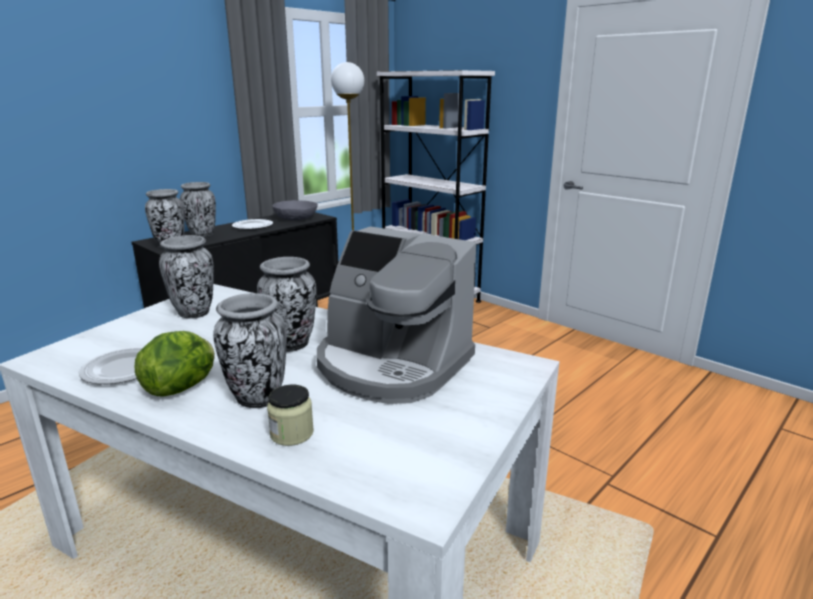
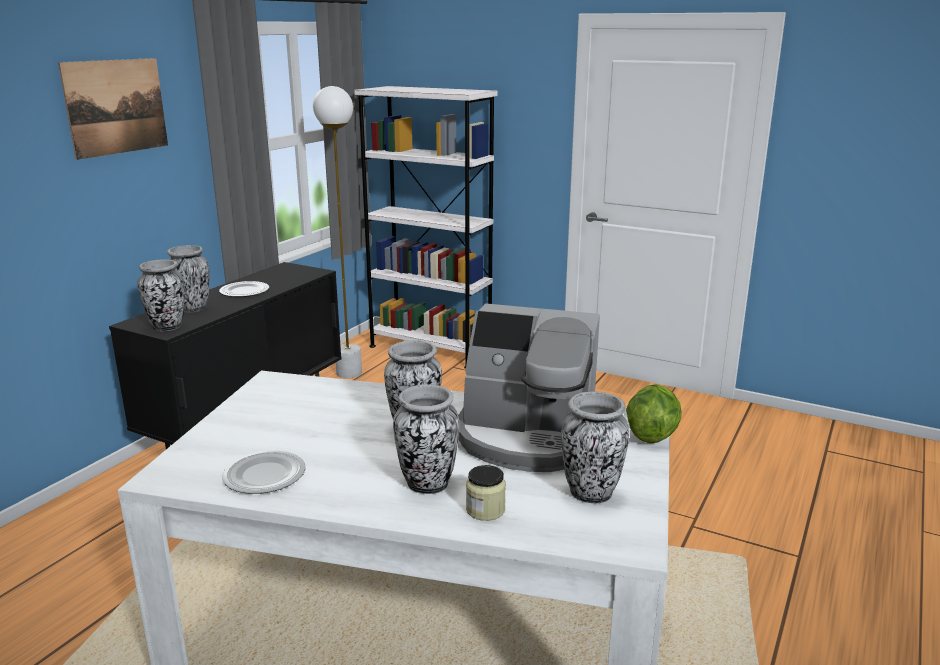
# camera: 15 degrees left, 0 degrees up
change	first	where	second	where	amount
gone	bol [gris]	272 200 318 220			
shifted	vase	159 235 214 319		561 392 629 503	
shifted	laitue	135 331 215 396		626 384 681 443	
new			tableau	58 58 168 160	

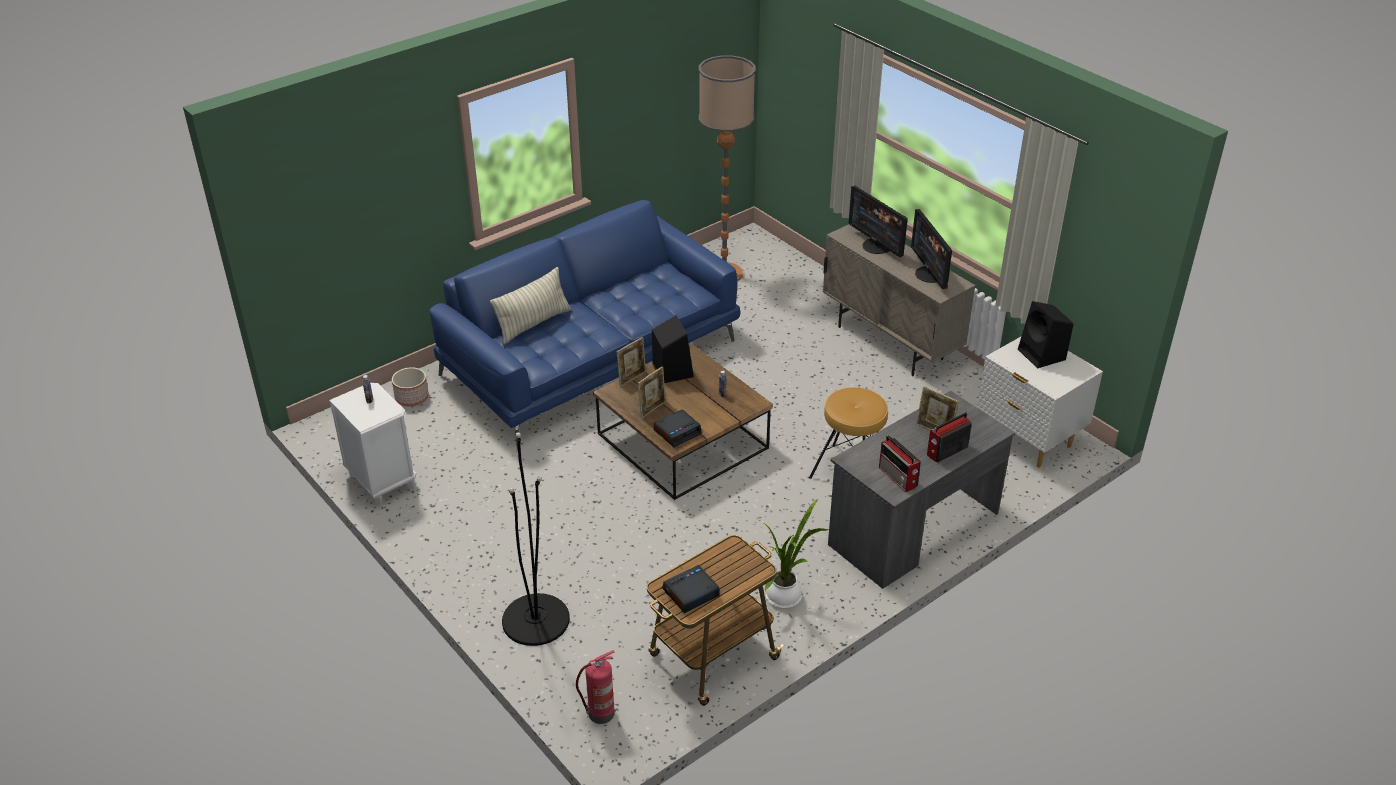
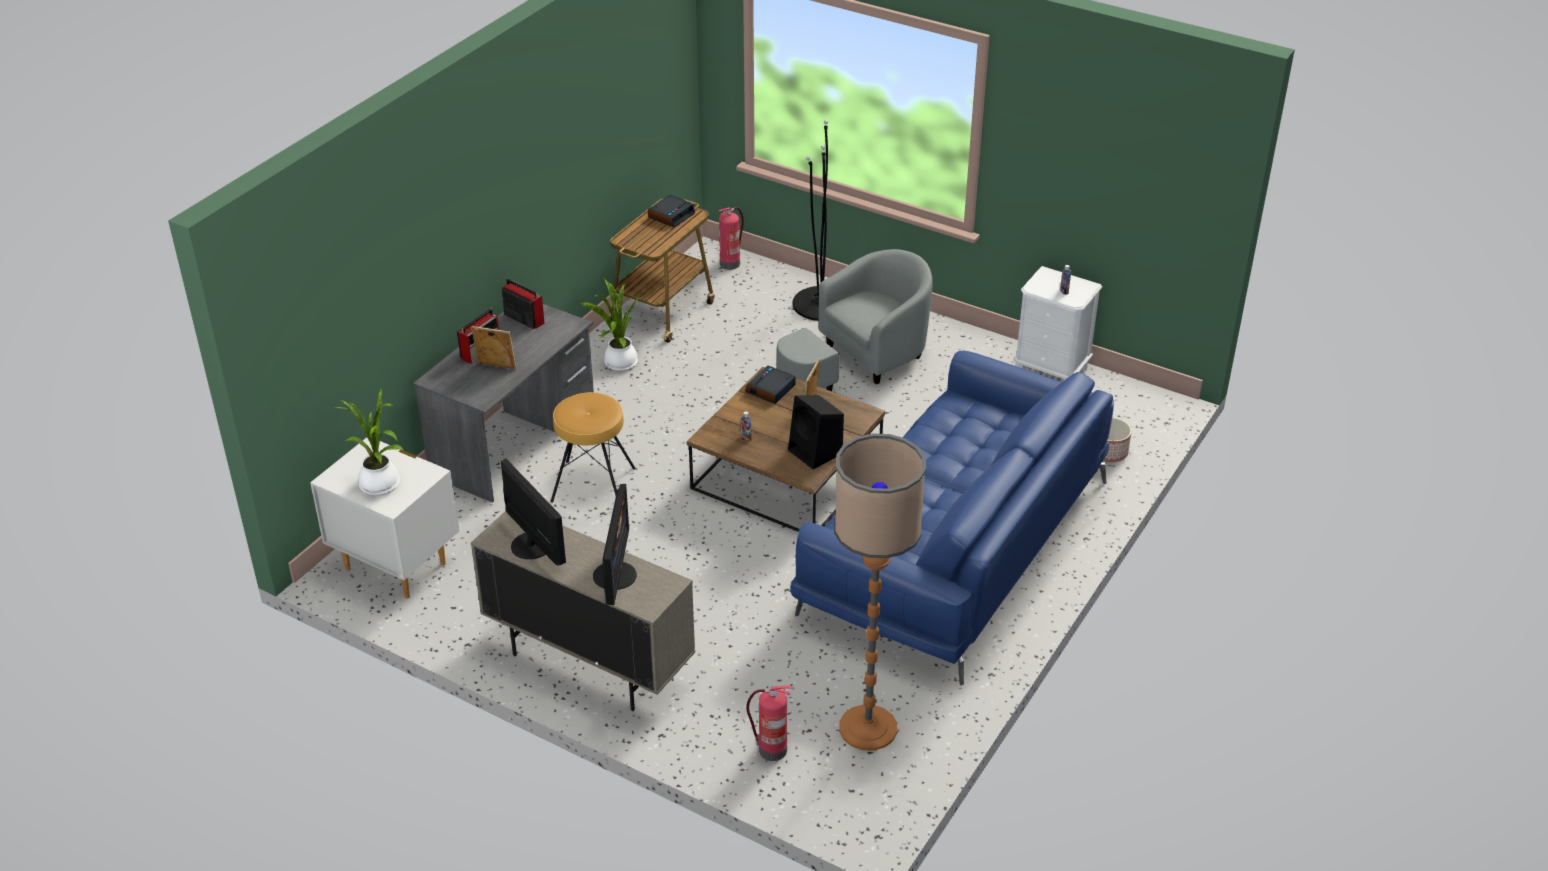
# camera: 160 degrees right, 0 degrees up
change	first	where	second	where	amount
rotated	écran d'ordinateur	849 186 908 257		593 484 637 605	60 degrees clockwise
gone	coussin	490 267 571 344			
swapped	enceinte [noir]	1018 301 1074 368	plante en pot	336 389 403 496	
gone	cadre photo	617 337 646 387			
new			fauteuil [gris]	777 249 933 391	
new			extincteur	746 686 792 761	

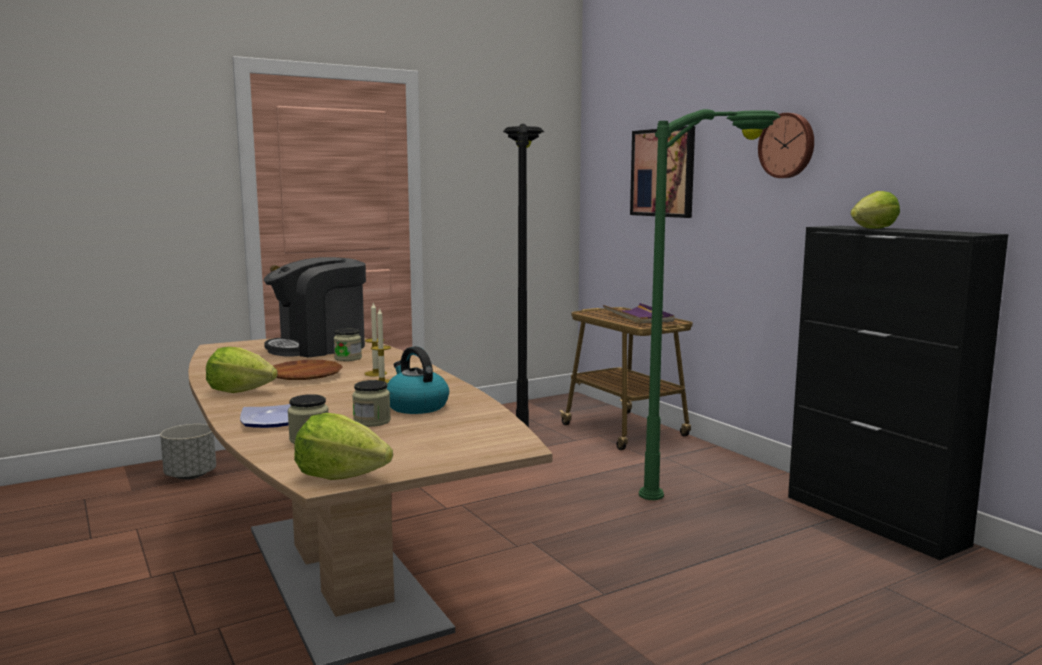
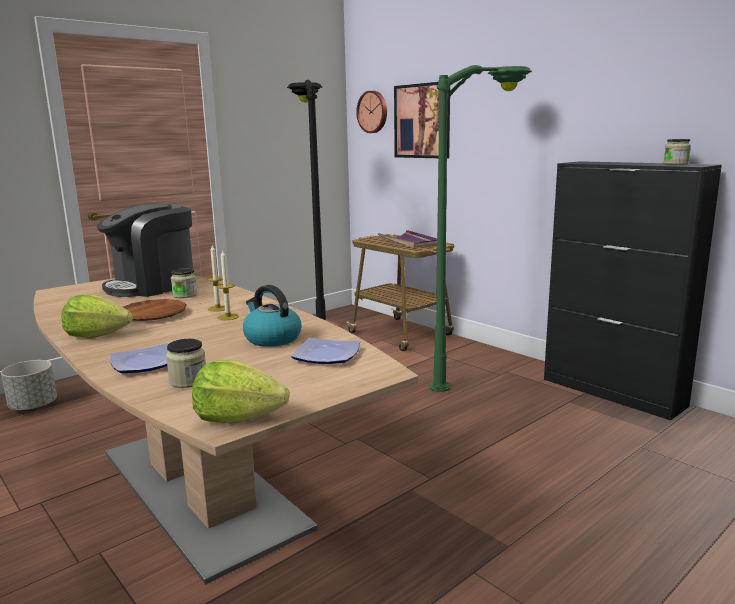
# camera: 10 degrees left, 5 degrees up
change	first	where	second	where	amount
shifted	horloge murale	758 113 814 178		356 91 387 133	
gone	laitue	851 191 900 229			
shifted	bocal	352 380 391 427		664 139 691 165	
new			assiette	291 338 360 364	

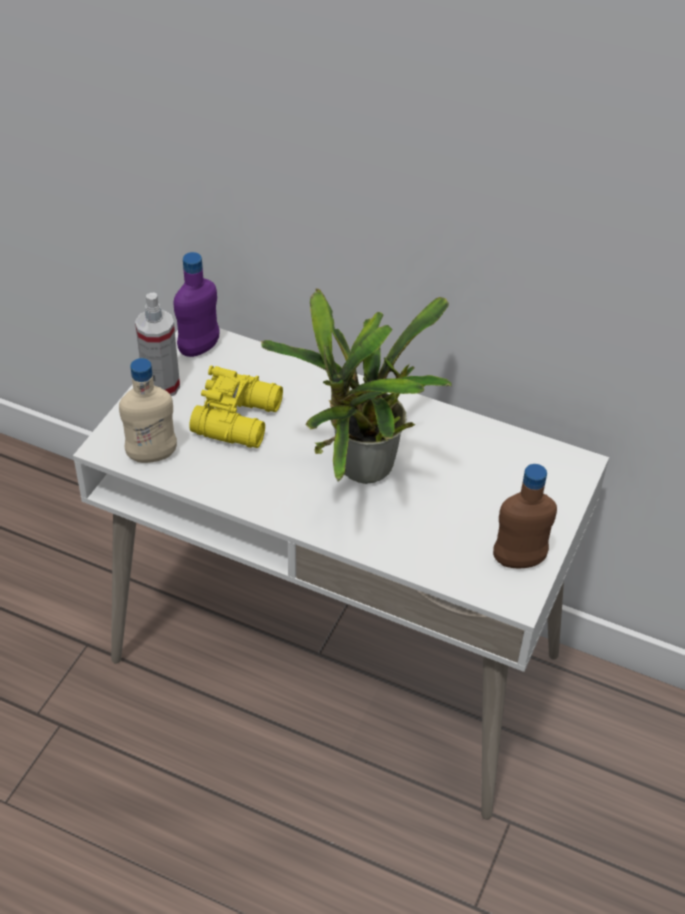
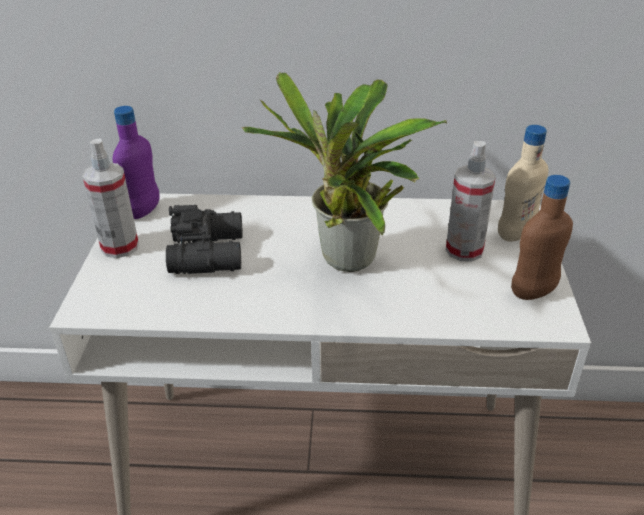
# camera: 20 degrees left, 10 degrees down
change	first	where	second	where	amount
shifted	bouteille [beige]	119 358 177 463		498 125 549 242	
repainted	jumelles [jaune]	189 366 283 448	jumelles [noir]	166 205 242 274	
new			vaporisateur	446 141 496 262	

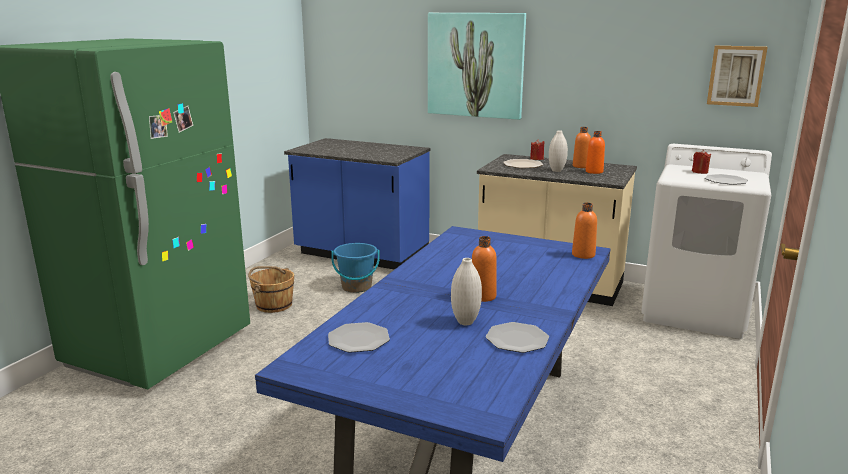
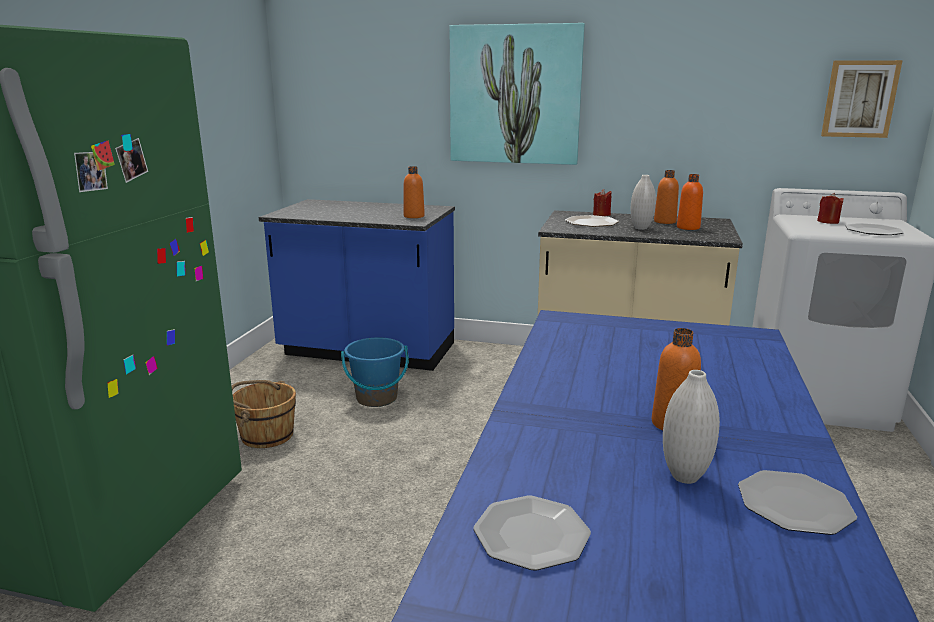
# camera: 10 degrees left, 0 degrees up
change	first	where	second	where	amount
shifted	bouteille [orange]	572 203 597 259		403 166 425 218	

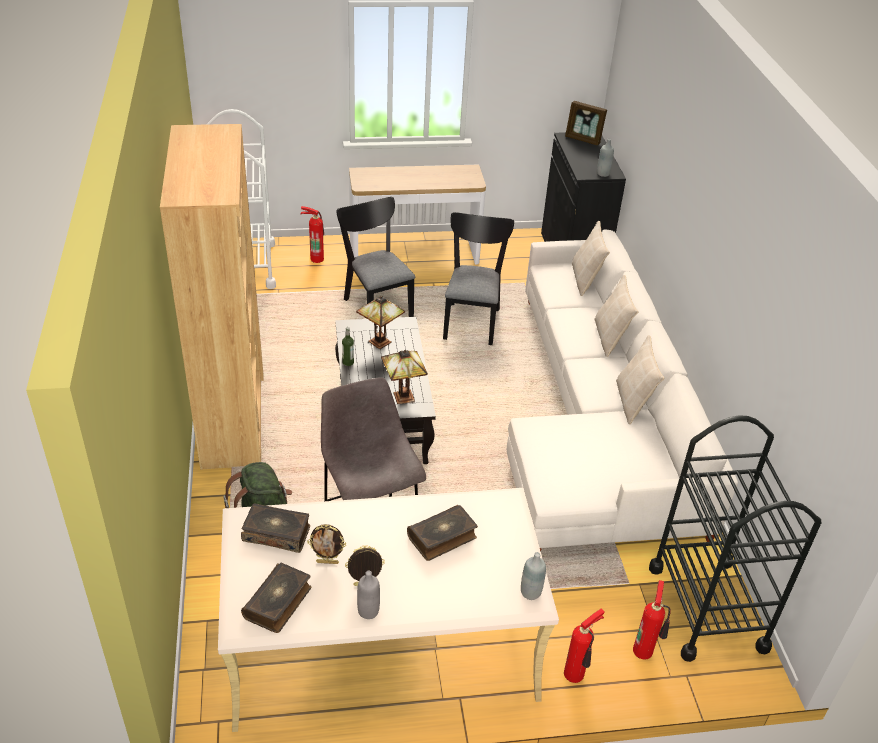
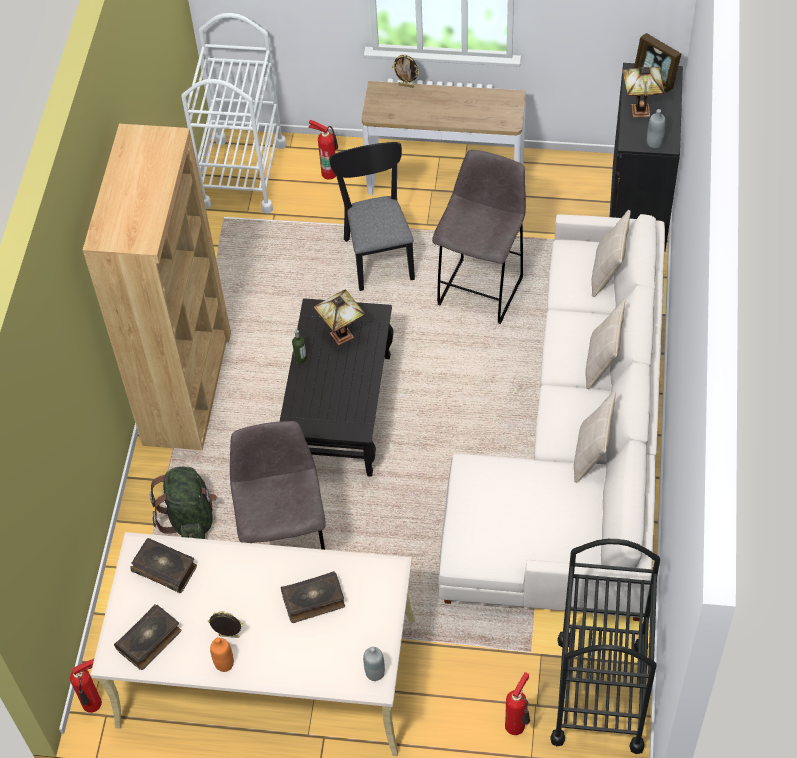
# camera: 20 degrees right, 15 degrees up
change	first	where	second	where	amount
swapped	chaise [noir]	443 212 514 345	tabouret [gris]	432 150 526 324	
shifted	lampe de table	381 350 428 404		622 67 665 117	
shifted	cadre photo	307 524 346 564		392 55 419 88	
repainted	bouteille [gris]	357 571 380 619	bouteille [orange]	210 637 234 672	
shifted	extincteur	564 608 605 683		70 659 102 713	

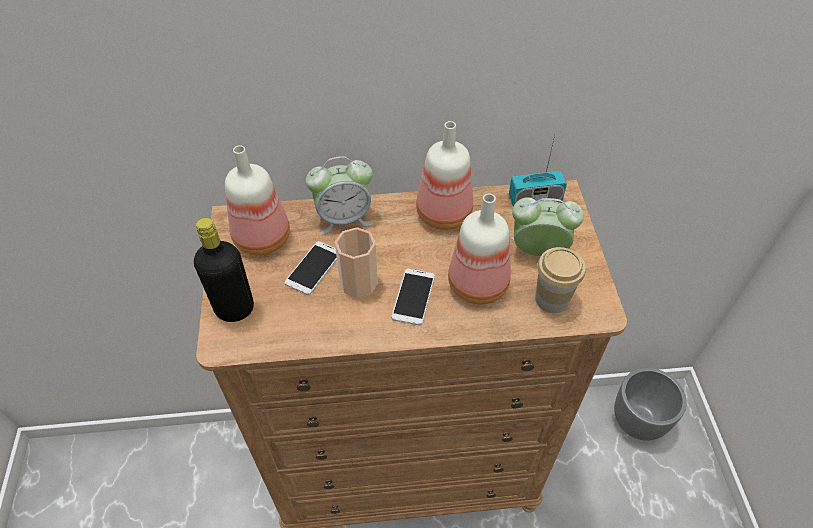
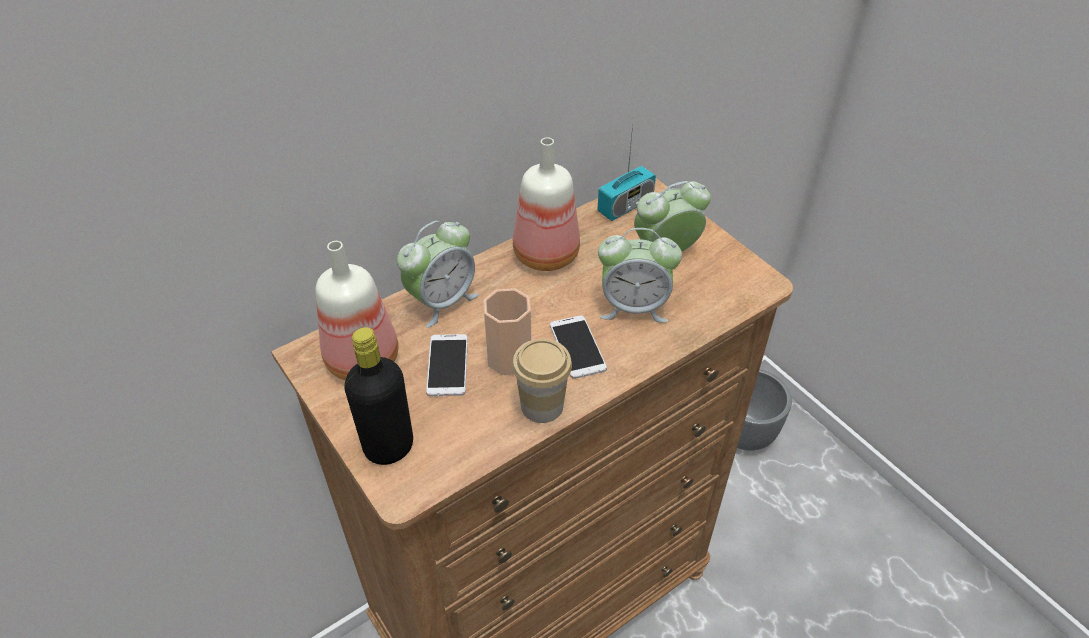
# camera: 30 degrees left, 5 degrees down
change	first	where	second	where	amount
swapped	bouteille	448 194 511 304	réveil	598 228 682 323	
shifted	tasse	535 247 586 313		512 339 572 423	

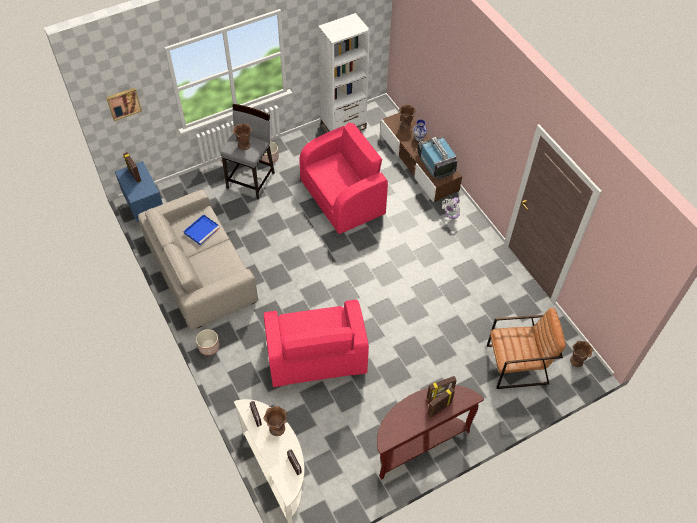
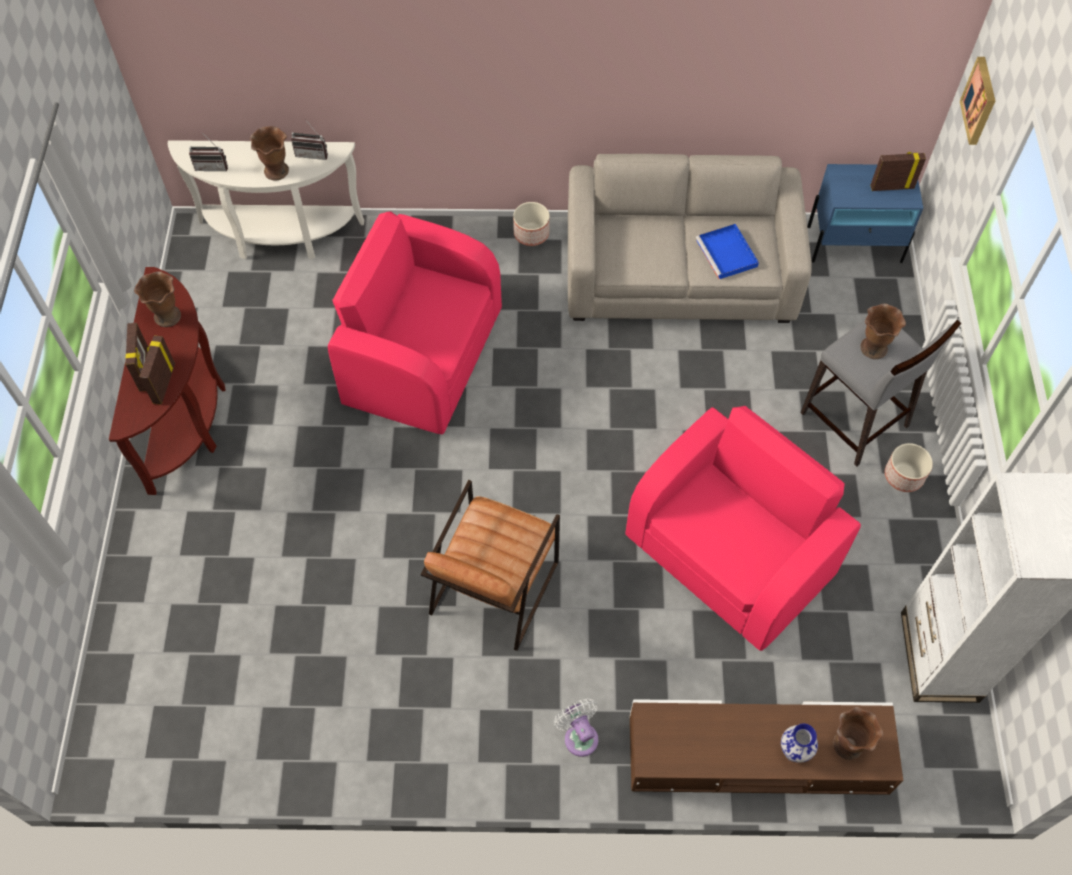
# camera: 120 degrees right, 5 degrees up
change	first	where	second	where	amount
rotated	fauteuil [rose]	299 123 388 234		625 406 861 651	135 degrees counterclockwise
gone	téléviseur	417 137 457 179			
shifted	fauteuil [marron]	487 308 566 389		421 480 560 651	
shifted	vase [marron]	570 341 593 367		134 271 181 327	

